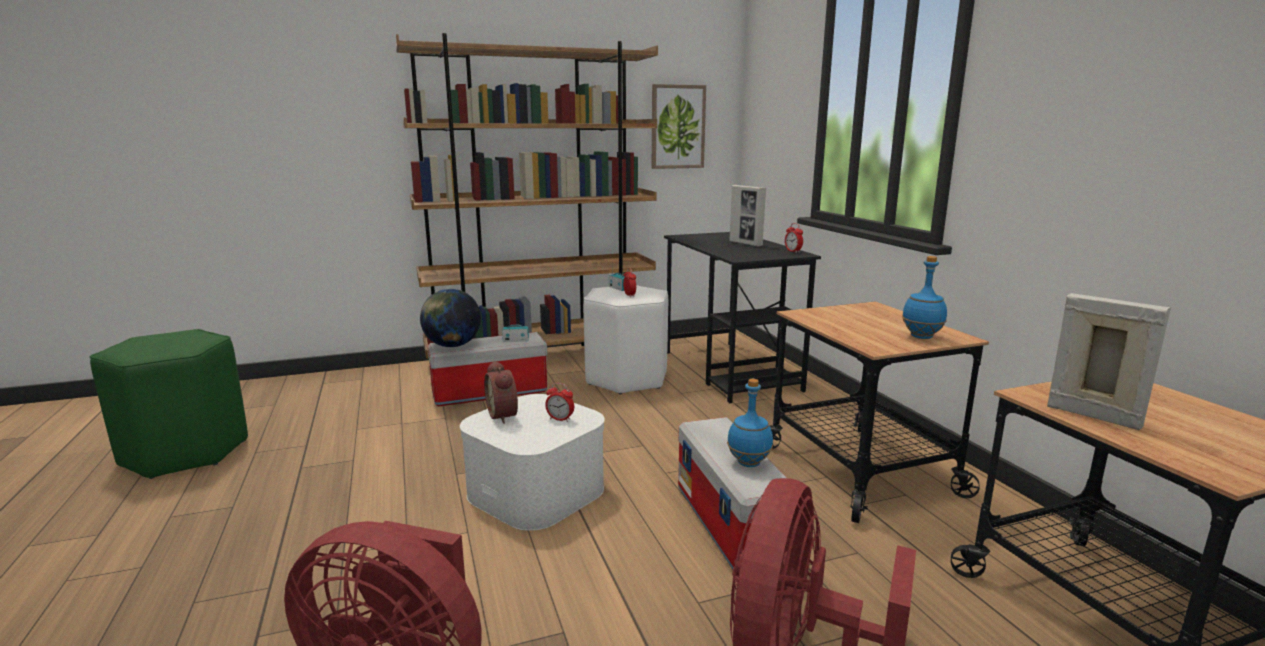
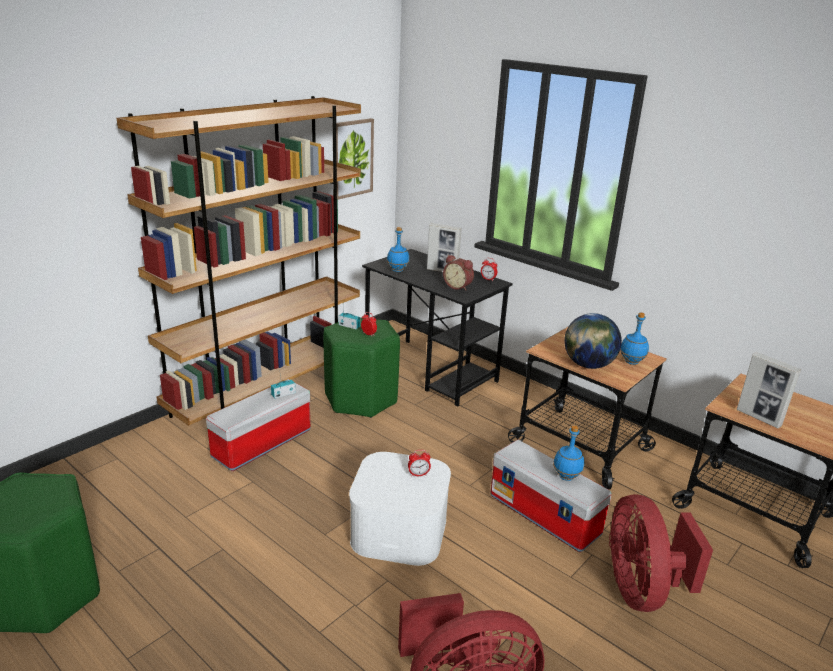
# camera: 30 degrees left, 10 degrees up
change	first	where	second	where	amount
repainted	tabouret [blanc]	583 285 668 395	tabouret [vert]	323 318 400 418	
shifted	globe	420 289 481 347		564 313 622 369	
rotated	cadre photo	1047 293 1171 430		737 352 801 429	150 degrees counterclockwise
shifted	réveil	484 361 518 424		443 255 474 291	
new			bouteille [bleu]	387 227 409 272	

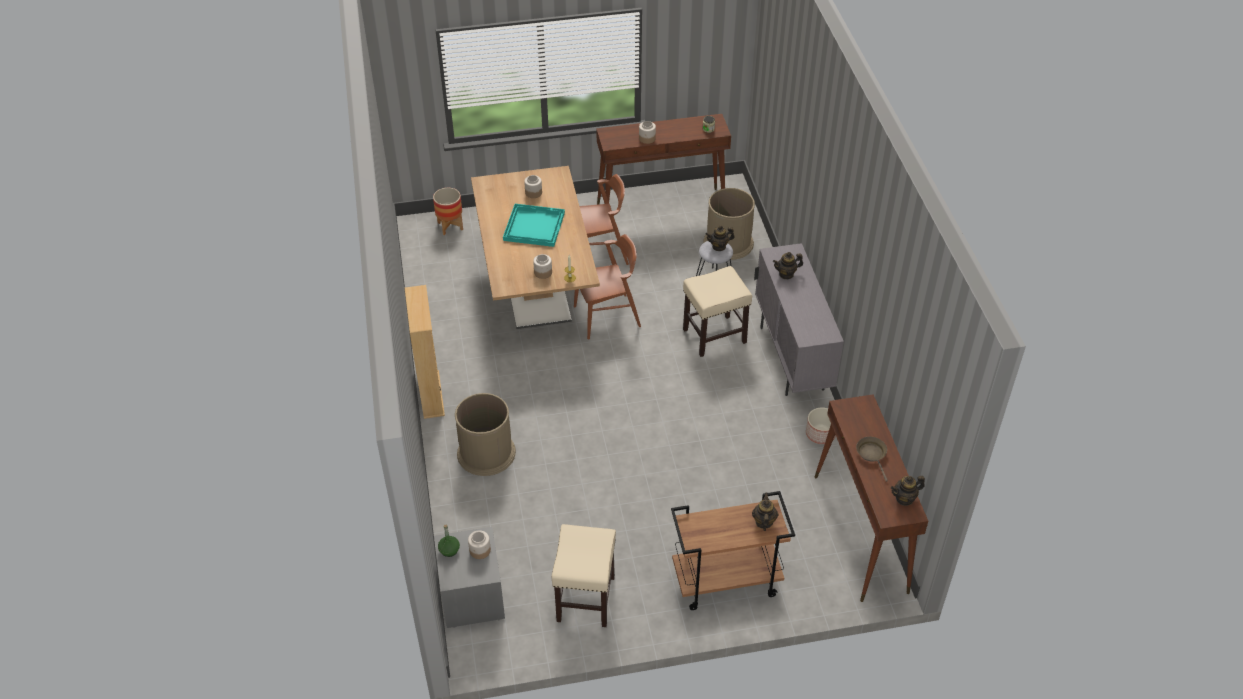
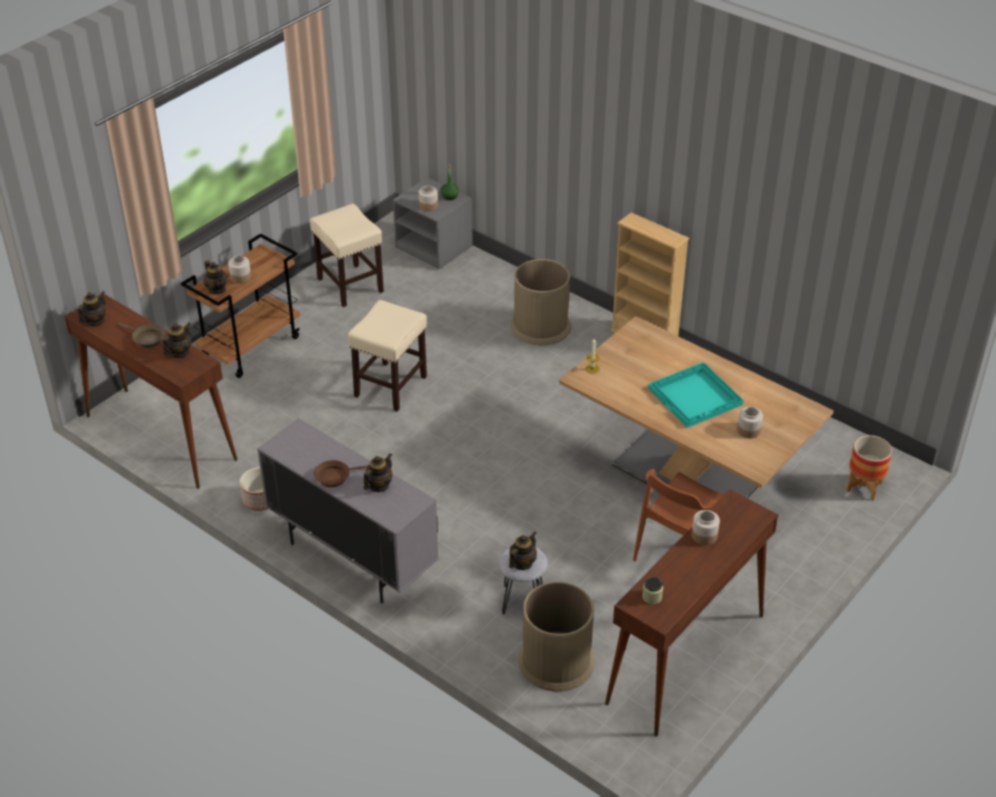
# camera: 140 degrees right, 5 degrees down
change	first	where	second	where	amount
gone	chaise [marron]	574 234 641 339			
shifted	bocal	533 254 552 279		228 256 251 284	
shifted	tabouret [beige]	683 266 752 357		348 300 427 411	
new			théière	163 322 191 358	
new			poêle [marron]	314 460 369 487	

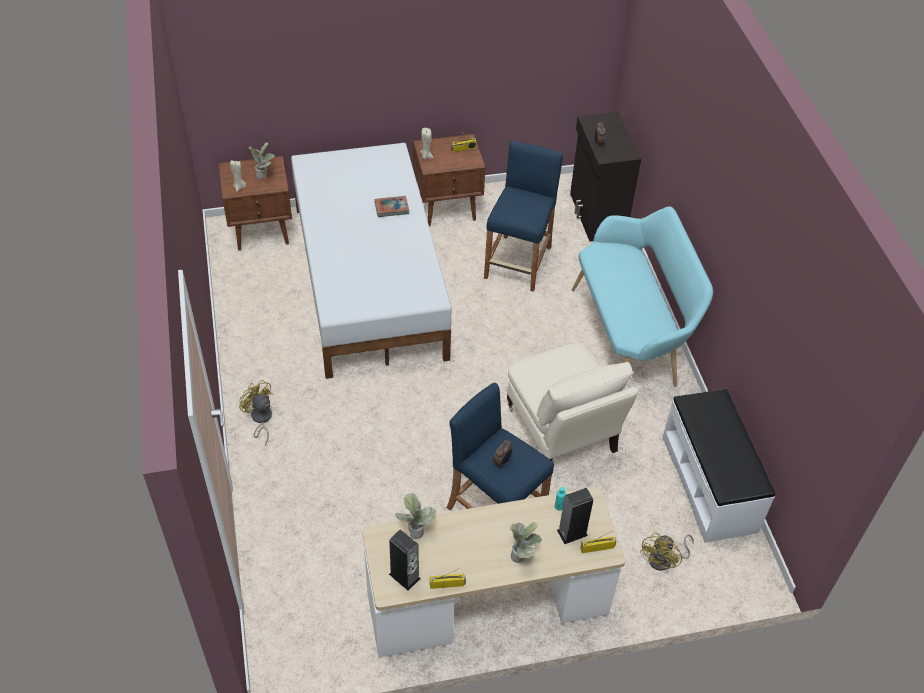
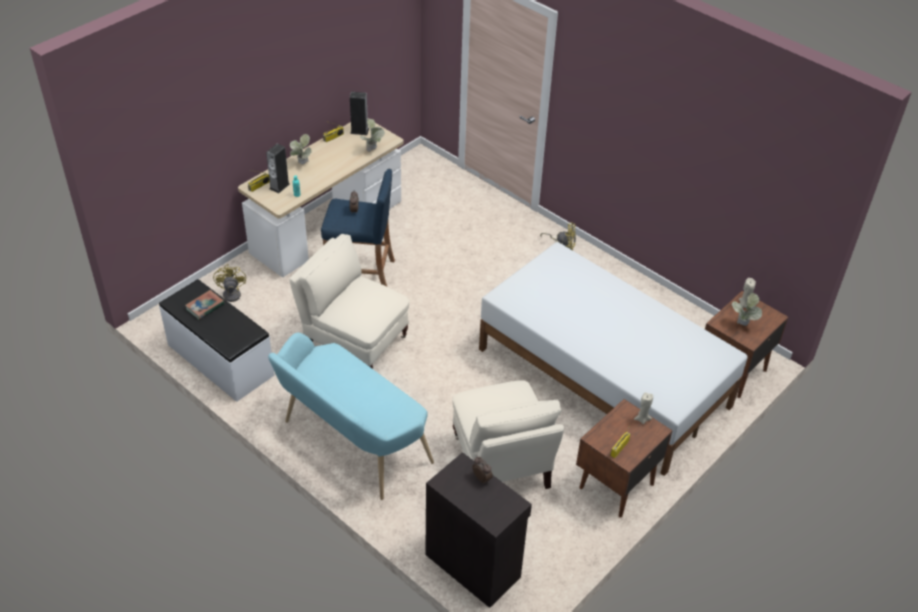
# camera: 145 degrees right, 5 degrees down
change	first	where	second	where	amount
swapped	tabouret [bleu]	484 141 563 292	fauteuil [beige]	453 380 564 489	
shifted	livre	374 196 409 217		185 290 225 320	

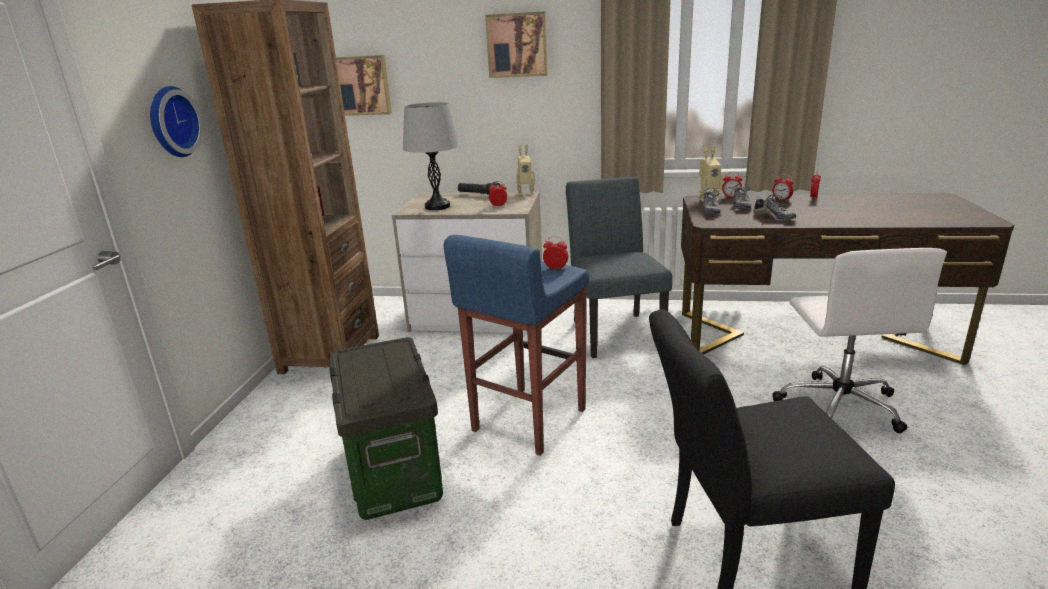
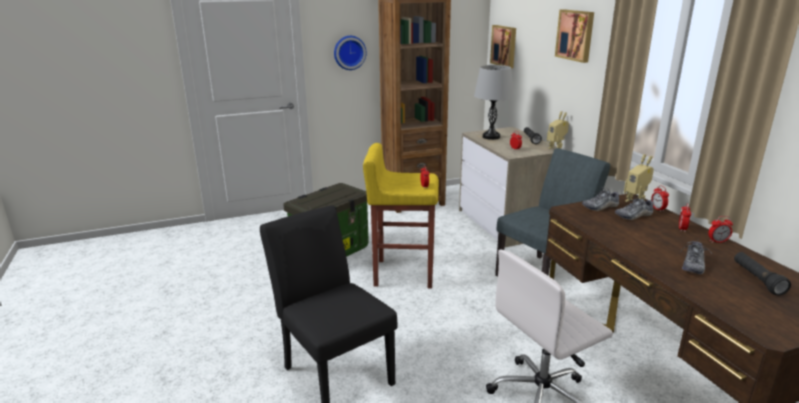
# camera: 60 degrees right, 0 degrees up
change	first	where	second	where	amount
shifted	chaussure	753 193 796 221		681 241 712 274	
repainted	tabouret [bleu]	444 235 589 456	tabouret [jaune]	363 143 439 289	
new			lampe de poche [noir]	734 252 791 295	

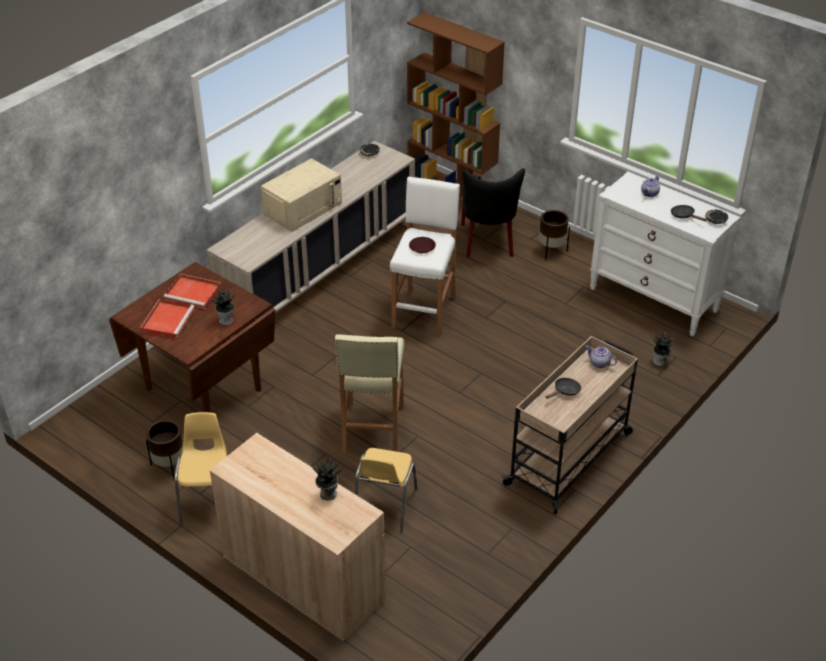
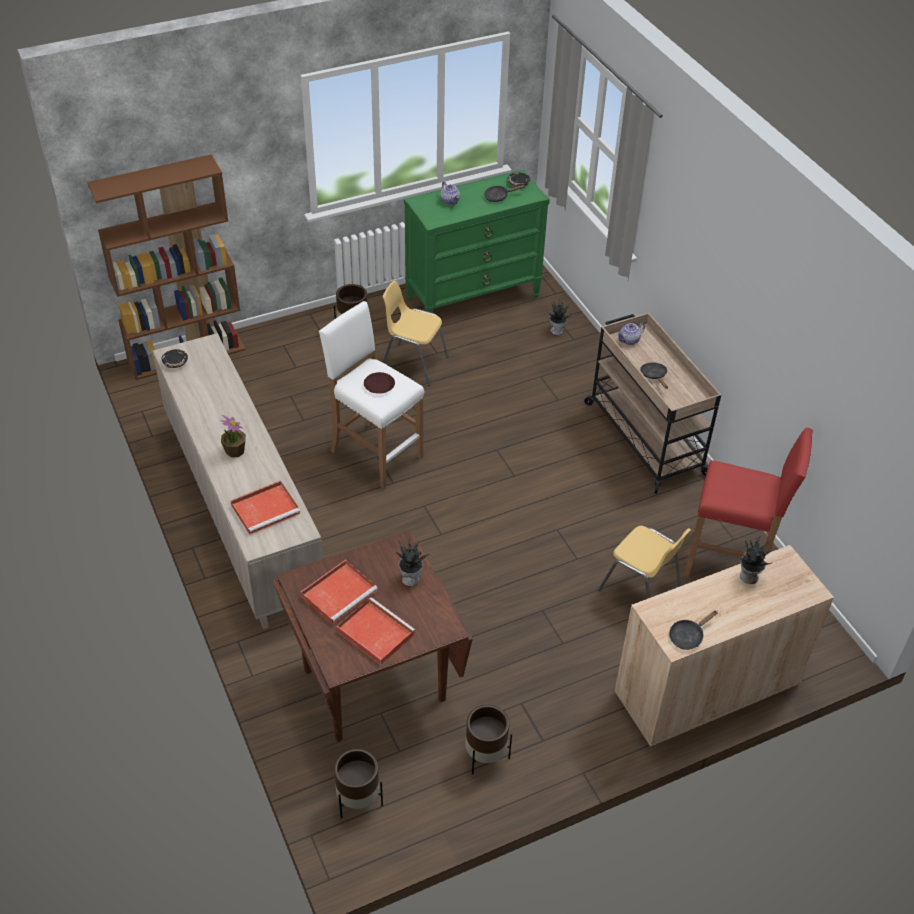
# camera: 65 degrees left, 5 degrees up
change	first	where	second	where	amount
swapped	micro-ondes [beige]	261 158 342 232	plante en pot	220 415 246 457	
gone	chaise [noir]	461 168 525 258			
repainted	commode [blanc]	590 171 740 336	commode [vert]	404 169 550 313	
gone	tabouret [beige]	335 334 404 454			
shifted	chaise [jaune]	174 412 229 526		383 281 449 386	
new			tabouret [rouge]	684 428 813 577	
new			plateau [rouge]	230 480 300 535	
new			poêle [noir]	669 610 718 650	
new			cache-pot [marron]	334 749 383 819	

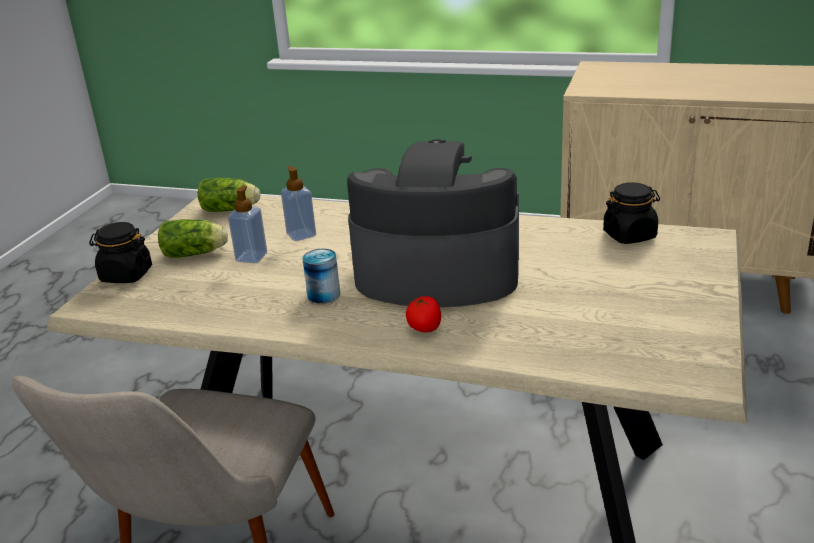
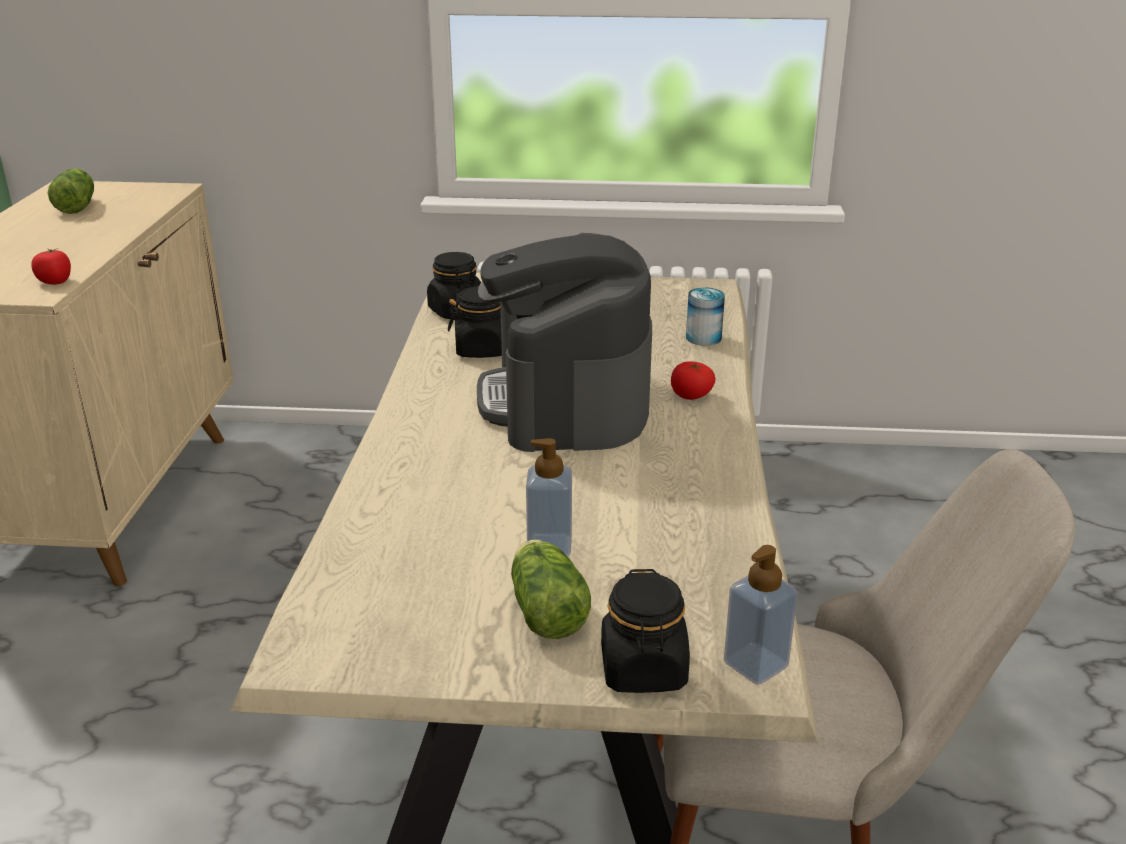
# camera: 105 degrees left, 0 degrees up
change	first	where	second	where	amount
shifted	distributeur de savon	281 166 316 241		724 545 798 685	
shifted	laitue	198 178 260 212		48 168 94 214	
shifted	boîte métallique	302 249 340 304		686 287 725 346	
new			tomate	31 248 71 284	
new			bocal [noir]	448 286 502 358	

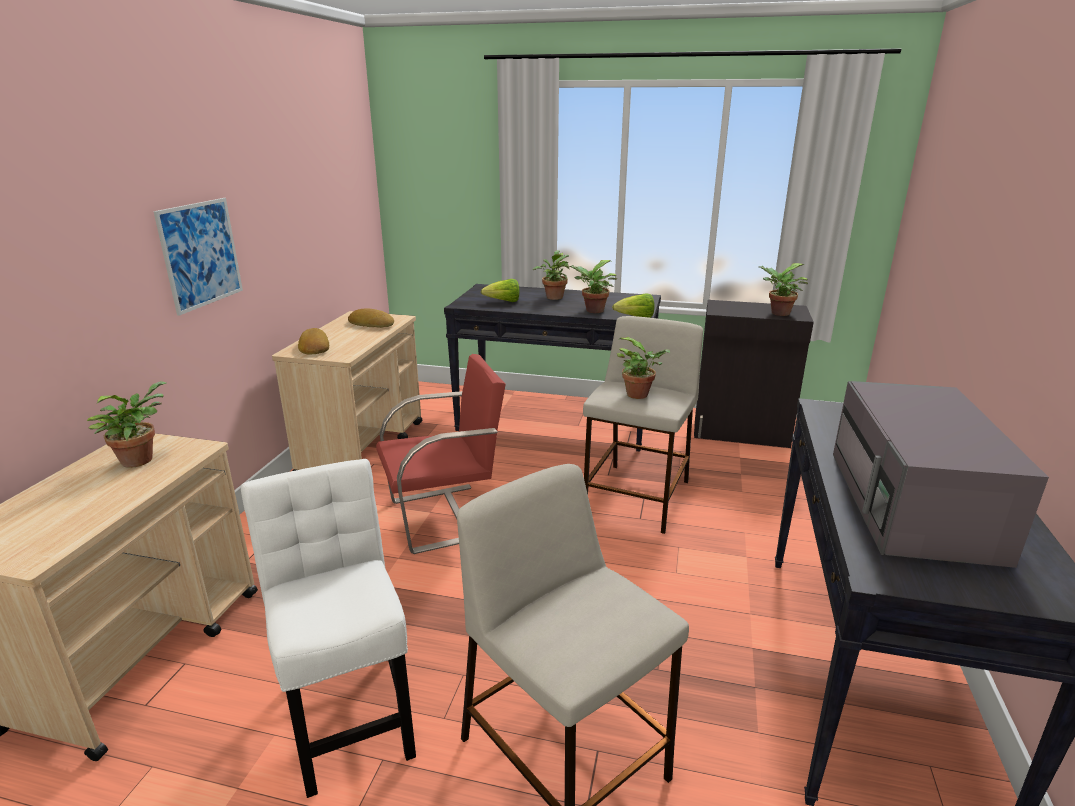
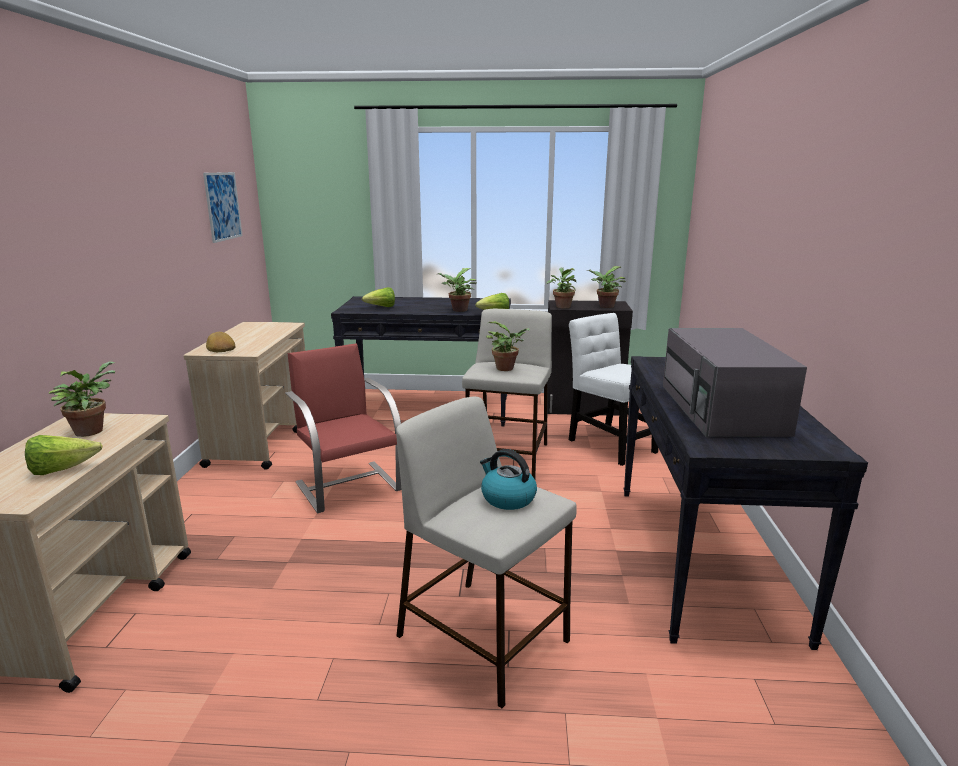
# camera: 10 degrees left, 5 degrees down
change	first	where	second	where	amount
shifted	tableau	153 198 243 316		203 172 242 243	
shifted	plante en pot	533 250 570 300		546 267 577 308	
gone	pain	348 308 394 328			
rotated	chaise [rouge]	376 354 506 554		285 343 402 513	90 degrees counterclockwise
shifted	chaise [blanc]	241 459 416 798		569 313 658 466	
new			laitue	25 435 103 475	
new			bouilloire	480 449 537 510	

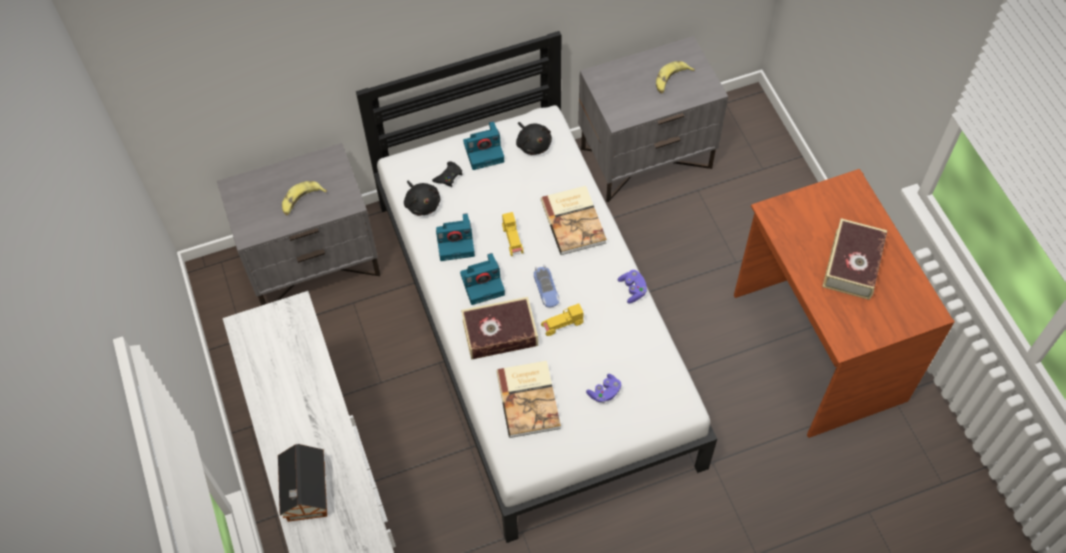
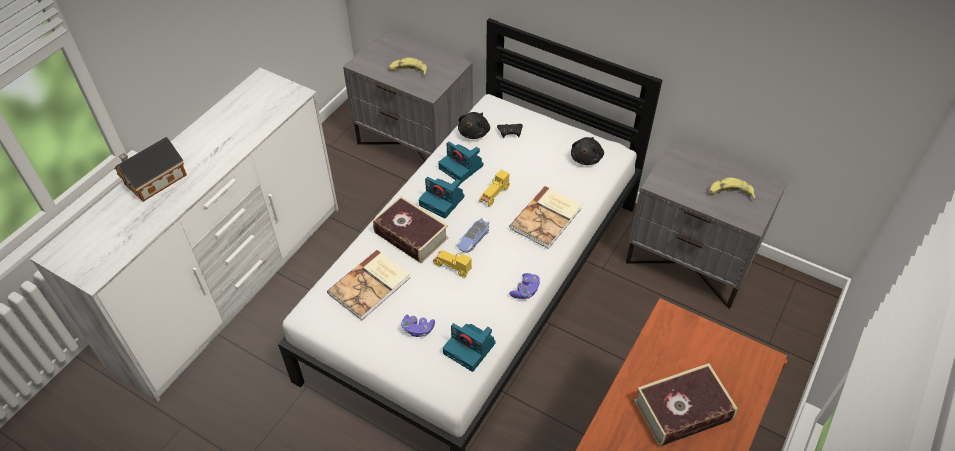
# camera: 50 degrees right, 10 degrees down
change	first	where	second	where	amount
shifted	appareil photo	463 121 504 170		443 323 496 372	

